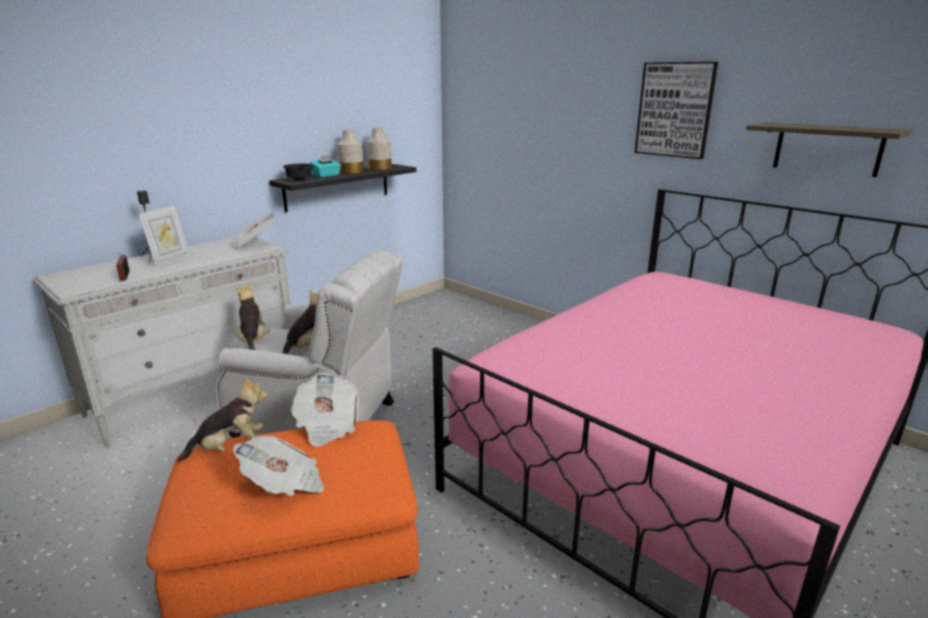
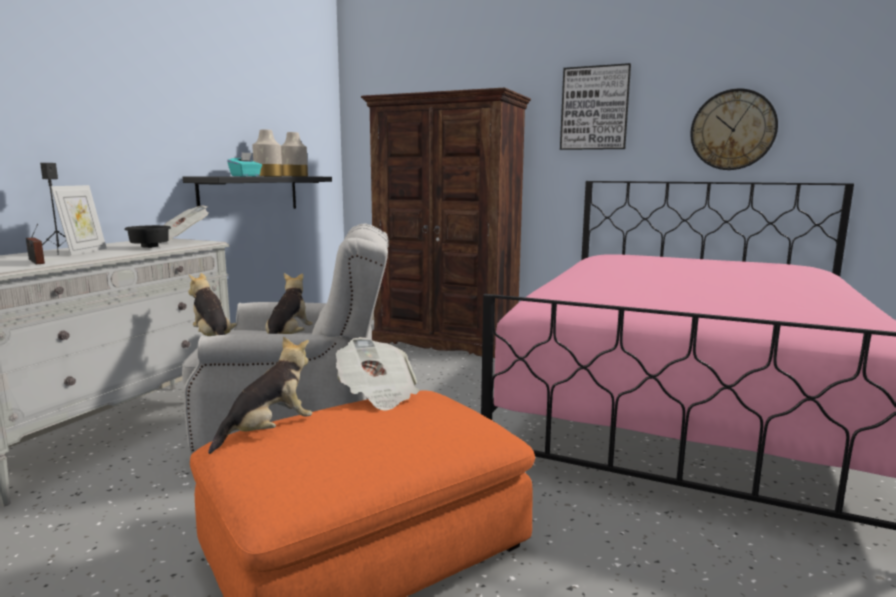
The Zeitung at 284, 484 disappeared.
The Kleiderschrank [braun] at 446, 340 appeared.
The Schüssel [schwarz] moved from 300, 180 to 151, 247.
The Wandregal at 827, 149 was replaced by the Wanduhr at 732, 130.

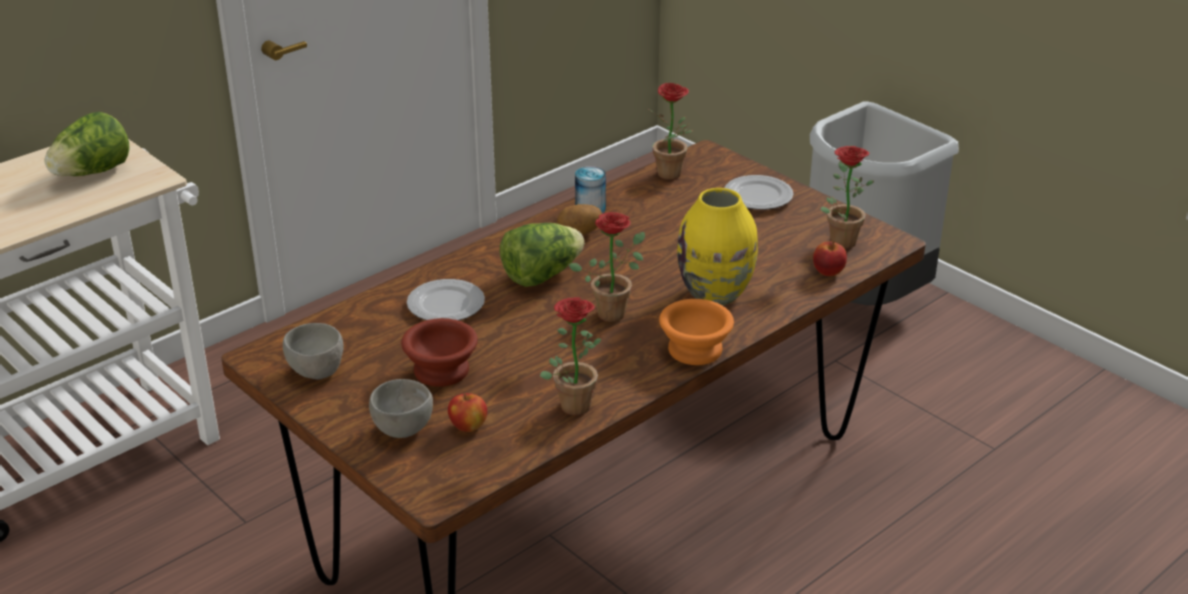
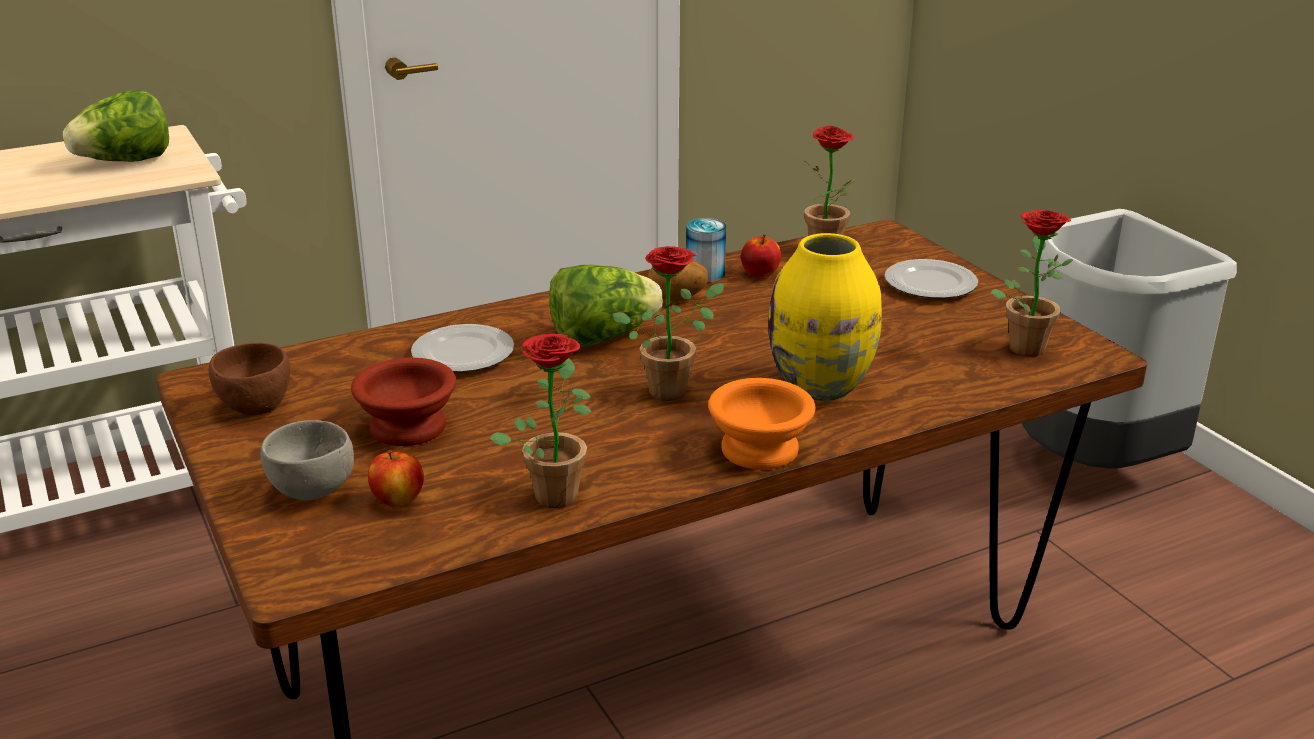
The Apfel moved from 828, 272 to 760, 274.
The Schüssel [grau] at 315, 371 became the Schüssel [braun] at 253, 406.

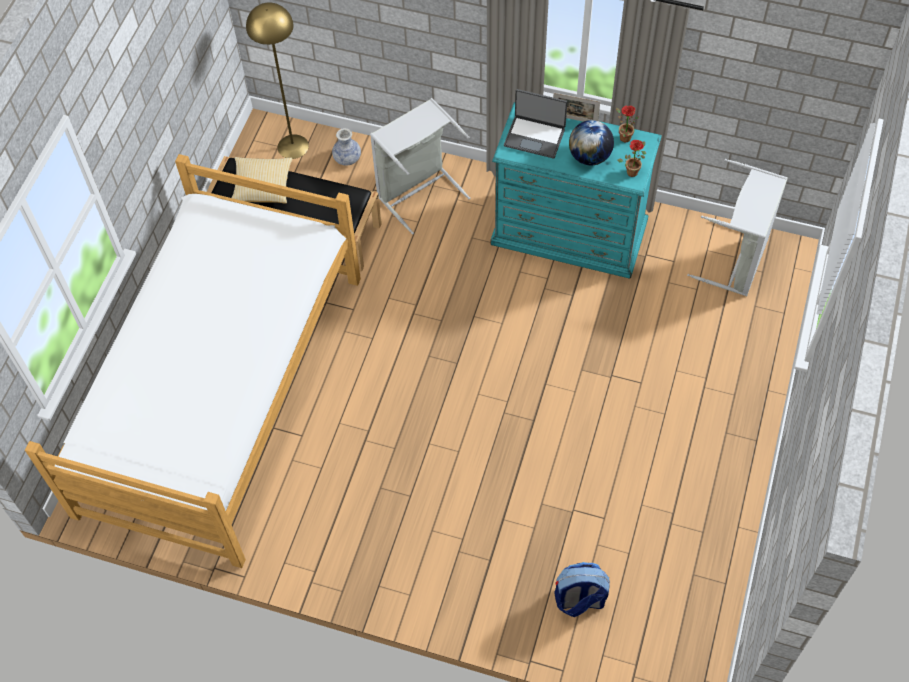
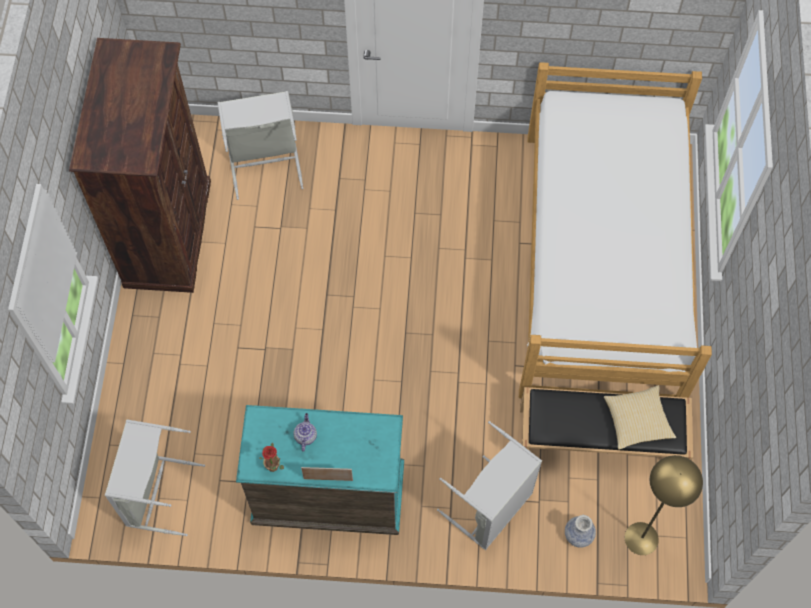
The Laptop at 535, 136 disappeared.
The Topfpflanze at 632, 170 disappeared.
The Kleiderschrank [braun] at 168, 233 appeared.
The Rucksack at 579, 600 was replaced by the Wäschekorb [grau] at 265, 164.
The Globus at 589, 156 was replaced by the Teekanne at 305, 436.

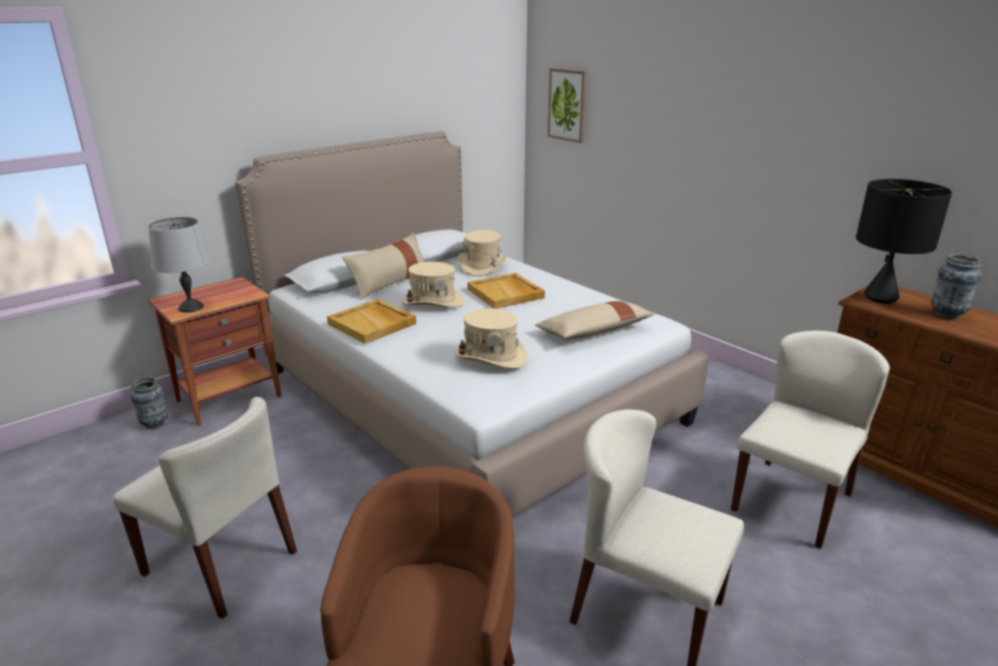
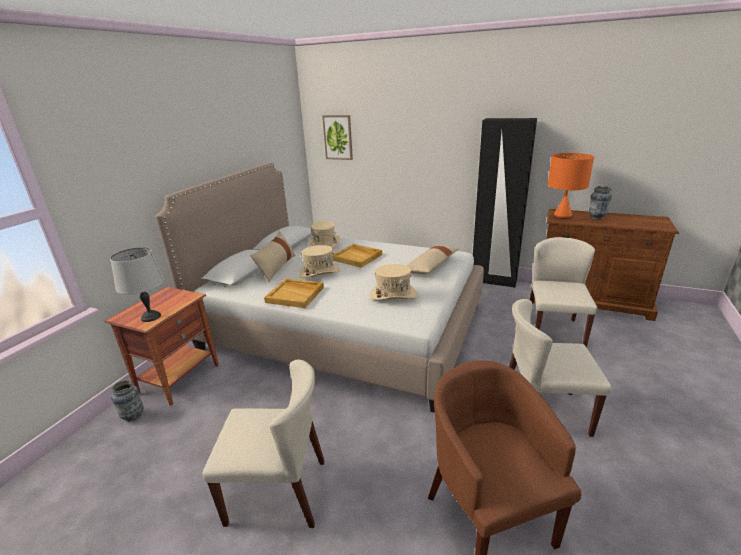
The Kleiderschrank [schwarz] at 493, 281 appeared.
The Tischlampe [schwarz] at 880, 298 became the Tischlampe [orange] at 562, 216.

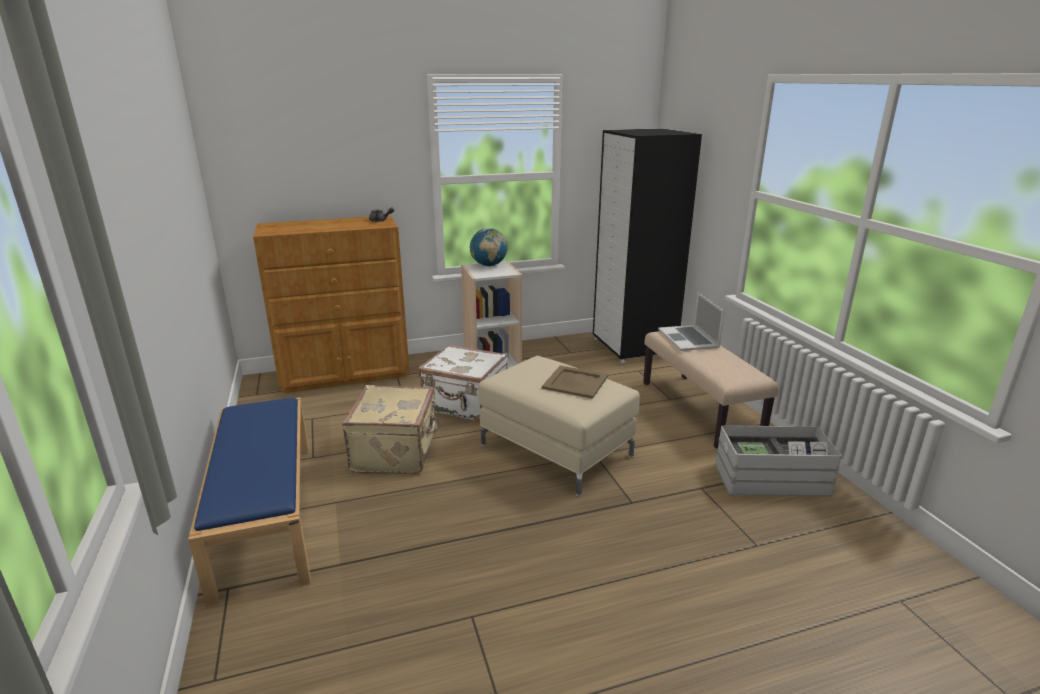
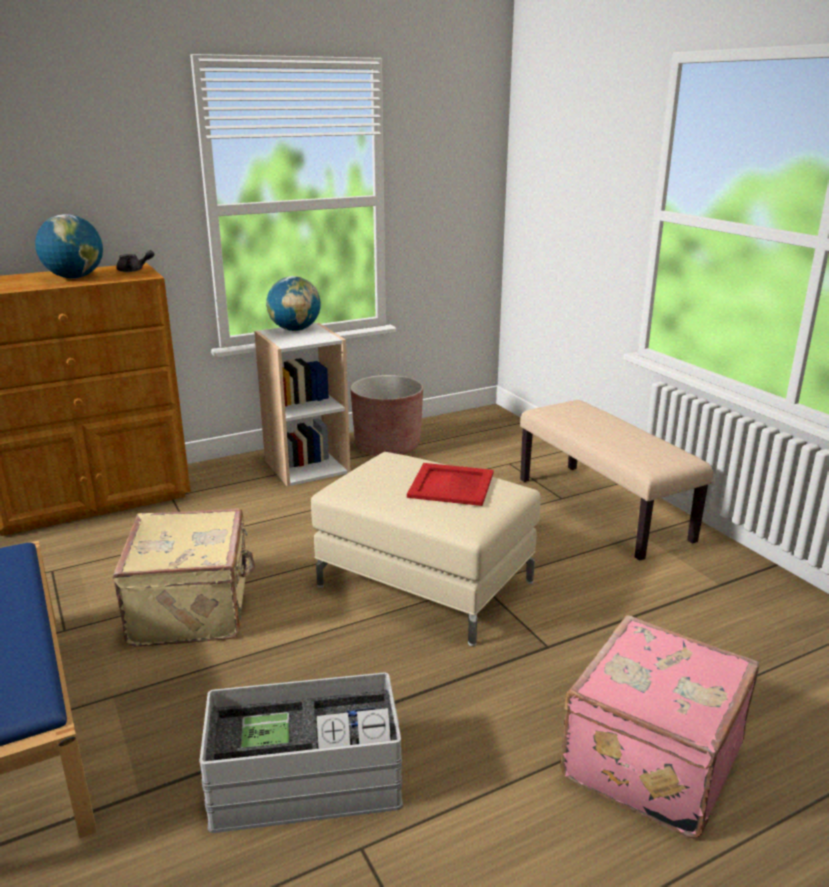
The Koffer [weiß] at 465, 405 disappeared.
The Kleiderschrank at 634, 348 disappeared.
The Laptop at 688, 338 disappeared.
The Globus at 74, 278 appeared.
The Pflanzkübel [braun] at 387, 446 appeared.
The Koffer [rosa] at 648, 760 appeared.
The Aufbewahrungsbox [grau] moved from 771, 478 to 306, 778.
The Tablett [beige] at 576, 382 became the Tablett [rot] at 452, 484.

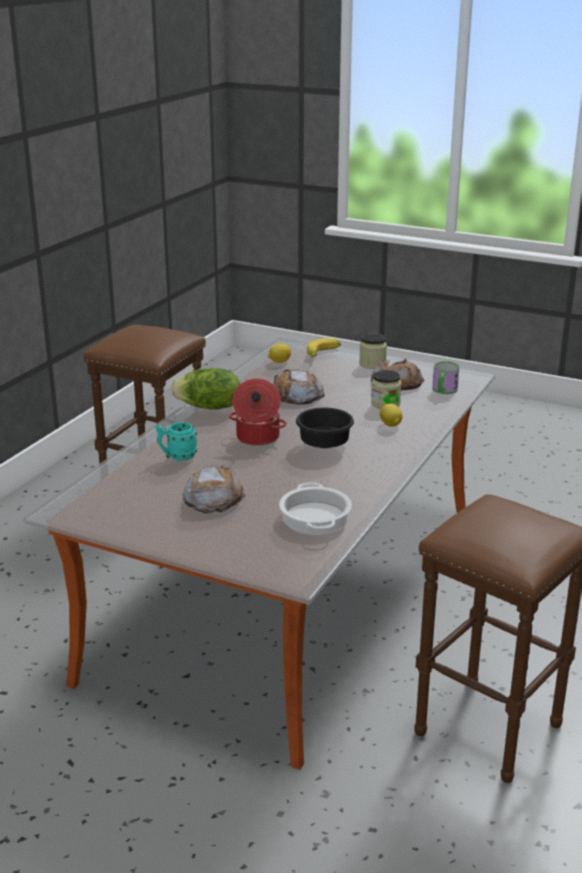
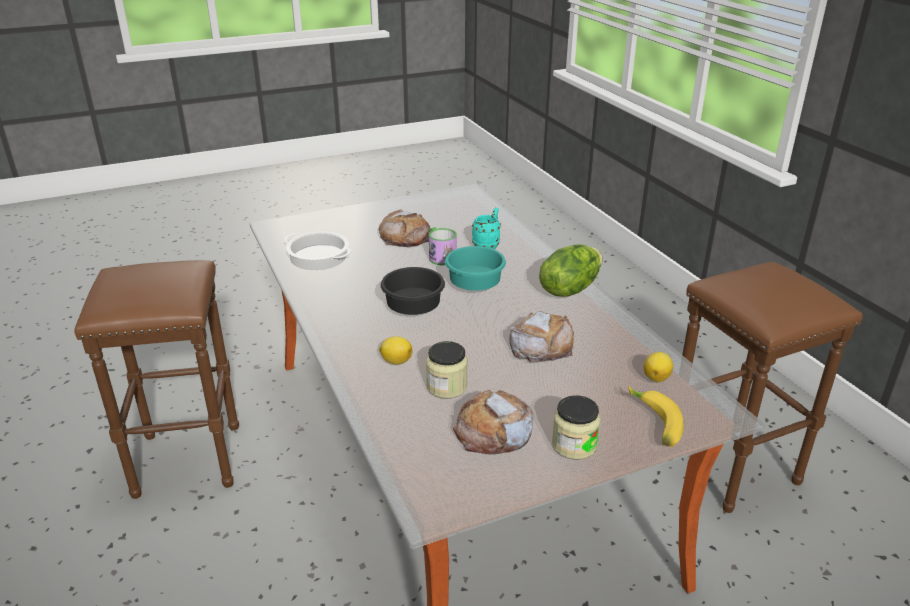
The Henkelbecher moved from 443, 391 to 440, 256.
The Kochtopf at 257, 438 was replaced by the Schüssel [türkis] at 472, 285.

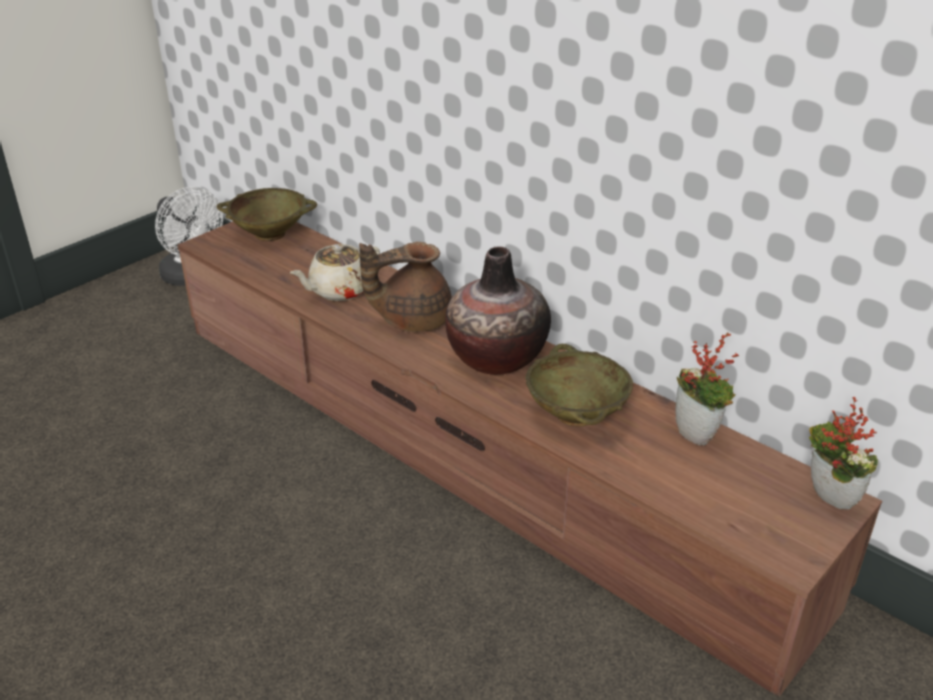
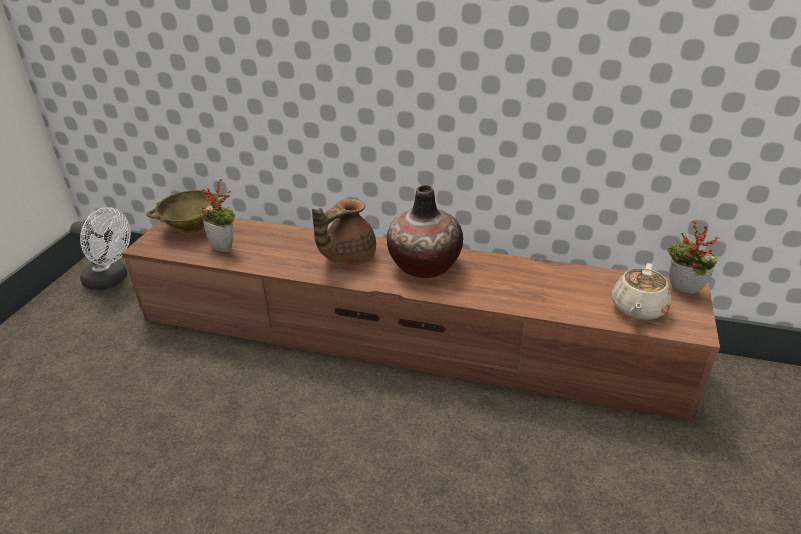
The Schüssel [beige] at 576, 414 disappeared.
The Teekanne [beige] moved from 339, 290 to 638, 309.
The Topfpflanze moved from 698, 435 to 225, 247.

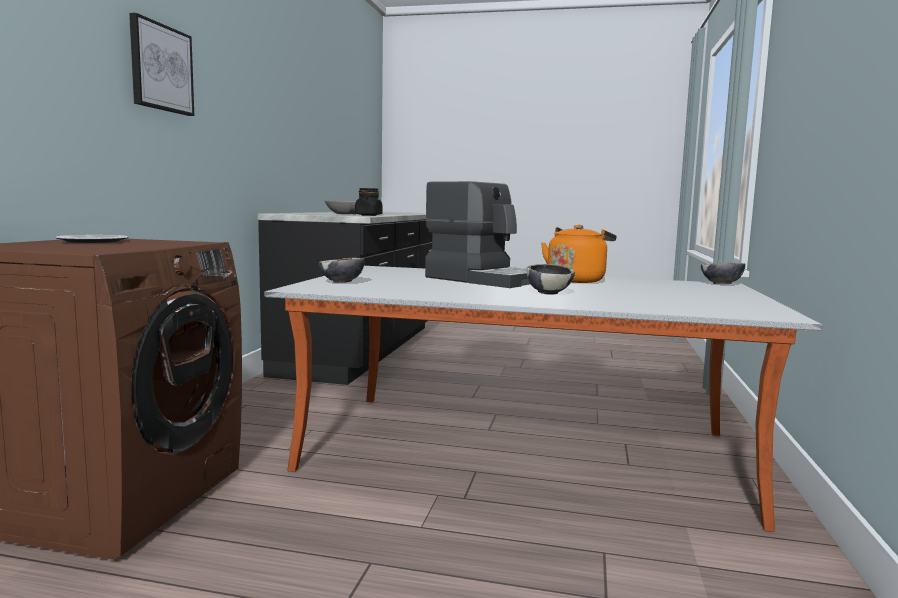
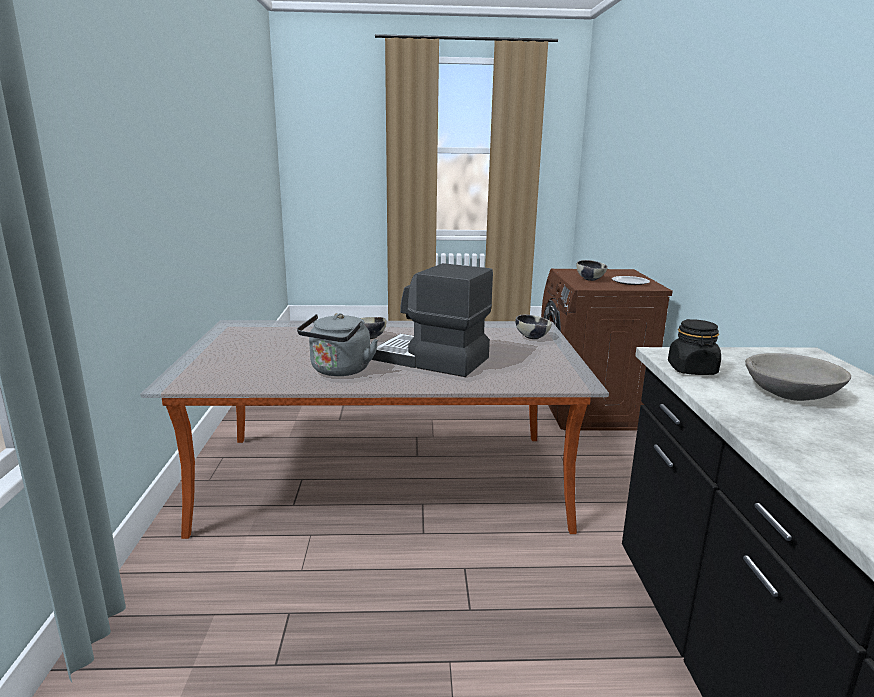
The Bild at 160, 68 disappeared.
The Schüssel moved from 721, 284 to 590, 279.
The Wasserkessel [orange] at 577, 280 became the Wasserkessel [grau] at 339, 371.

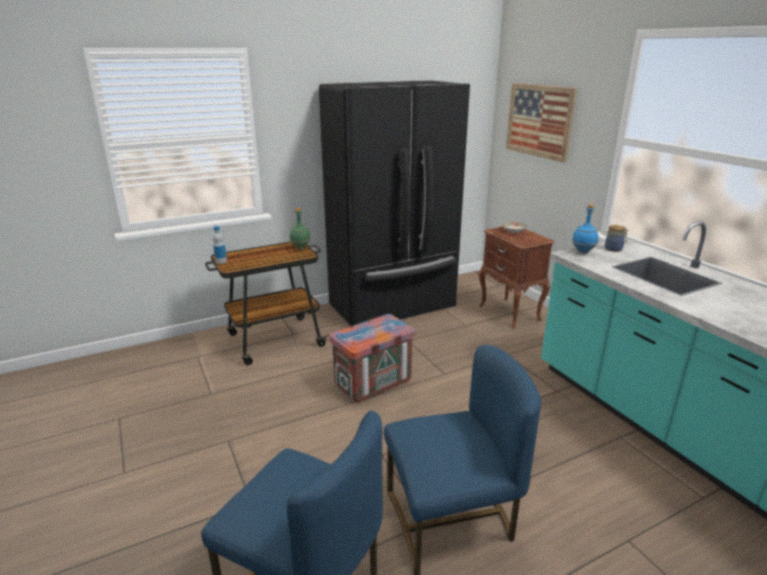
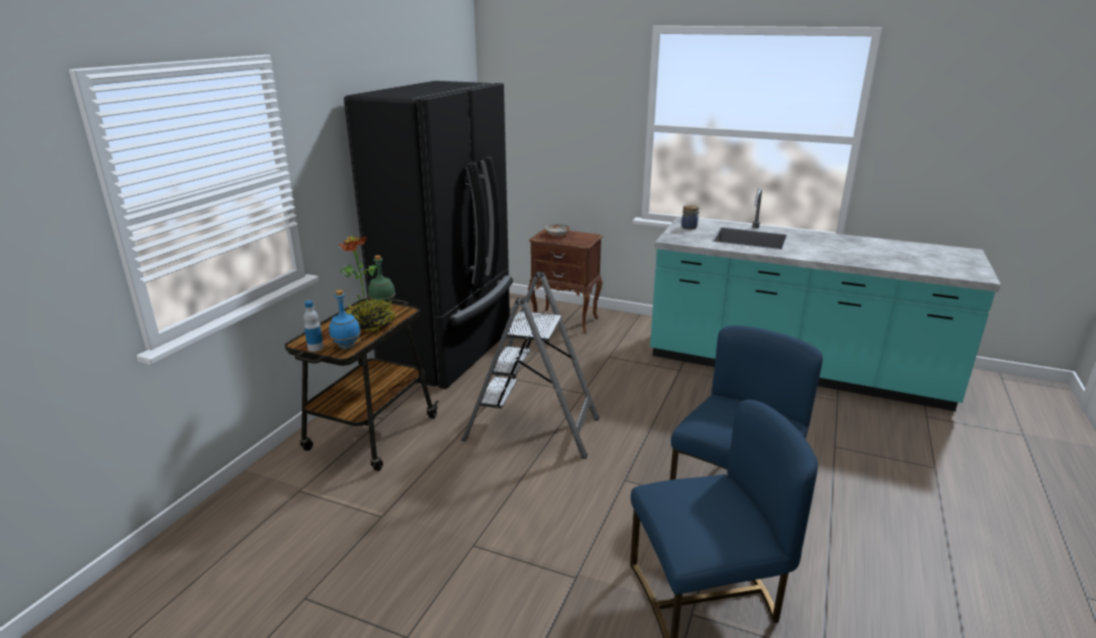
The Bild at 539, 121 disappeared.
The Topfpflanze at 371, 324 appeared.
The Flasche [blau] moved from 583, 251 to 347, 346.
The Kiste at 372, 383 was replaced by the Trittleiter [grau] at 533, 428.

